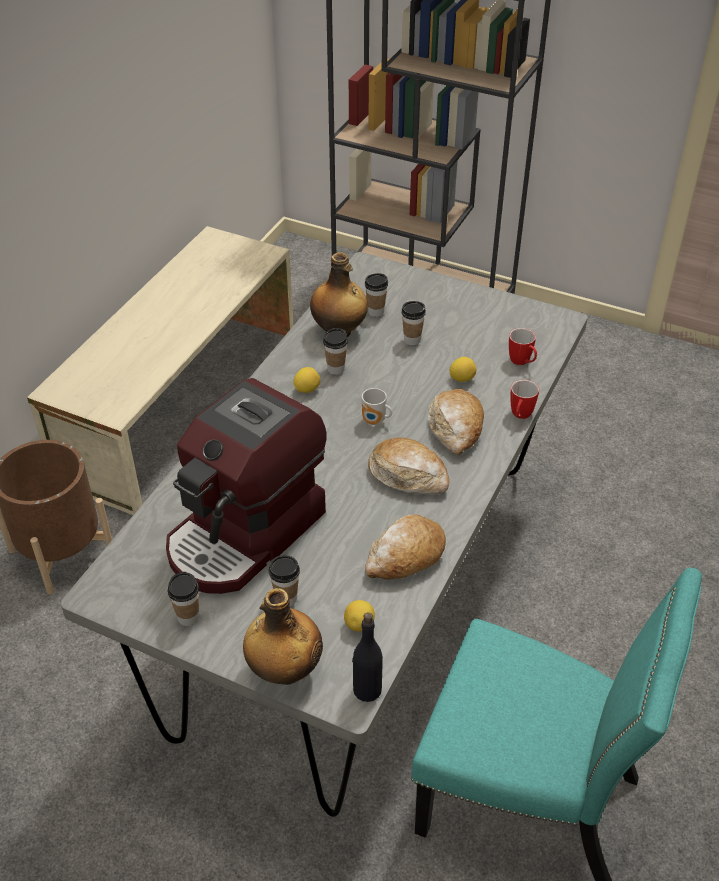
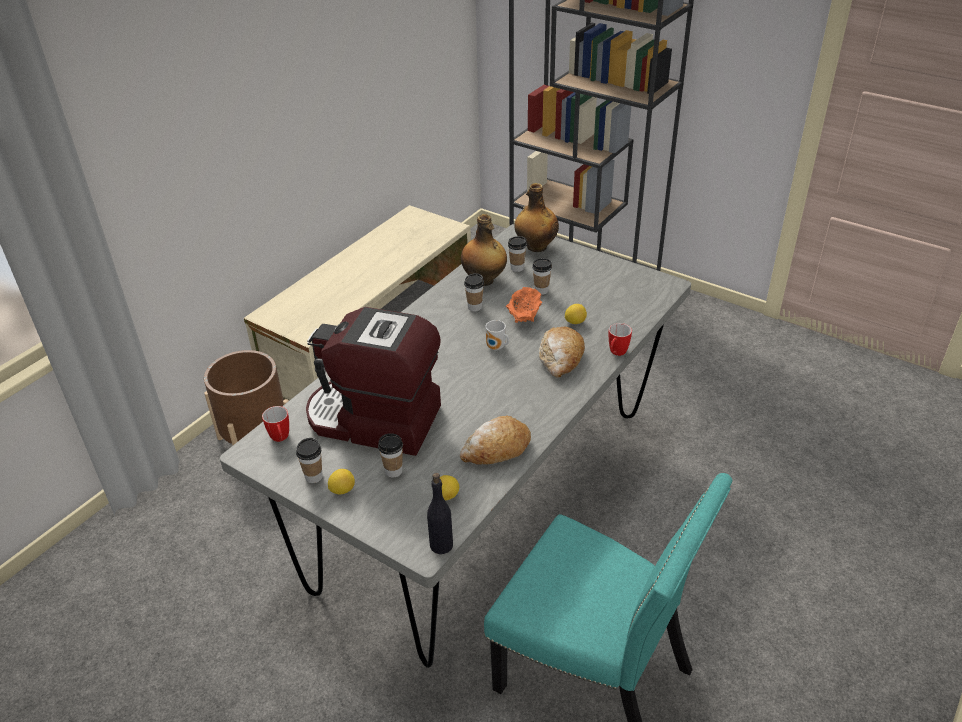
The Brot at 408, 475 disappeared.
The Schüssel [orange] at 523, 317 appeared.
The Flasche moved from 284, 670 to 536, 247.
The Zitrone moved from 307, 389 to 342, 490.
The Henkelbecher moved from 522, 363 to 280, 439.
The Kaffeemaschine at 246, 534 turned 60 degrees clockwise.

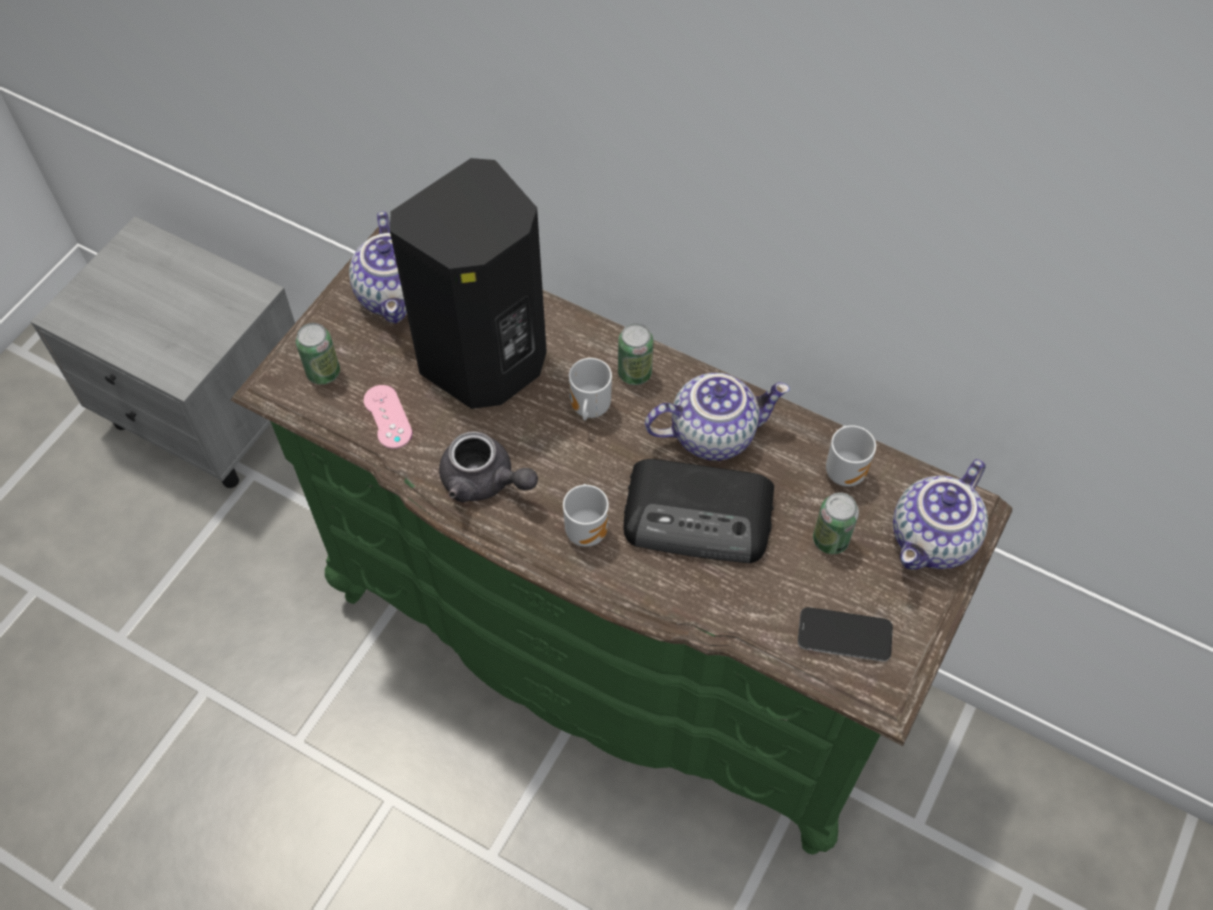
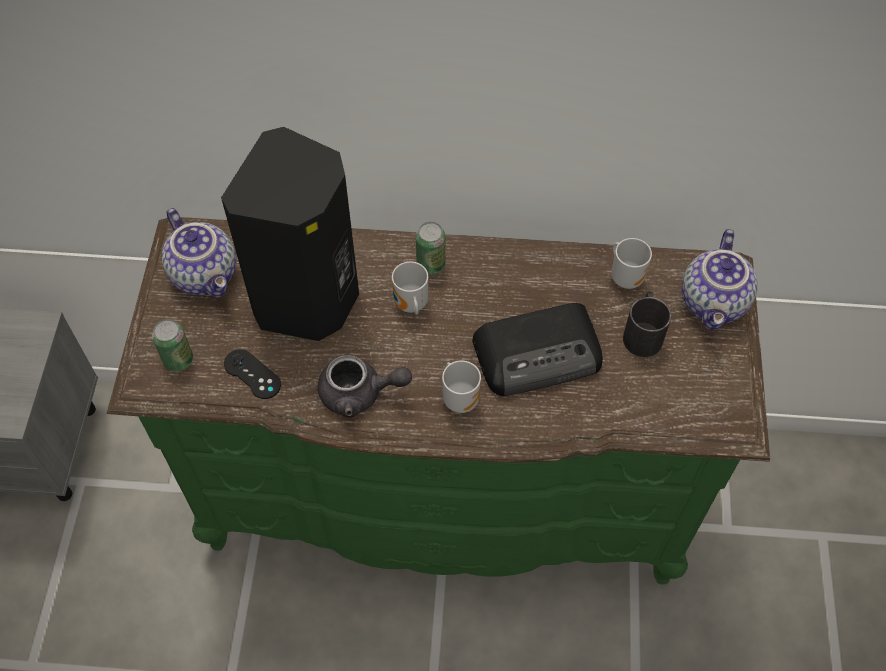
The Teekanne at 713, 432 disappeared.
The Handy at 844, 635 disappeared.
The Dose at 830, 540 was replaced by the Henkelbecher [schwarz] at 643, 332.
The Gamepad [rosa] at 387, 417 became the Gamepad [schwarz] at 252, 374.

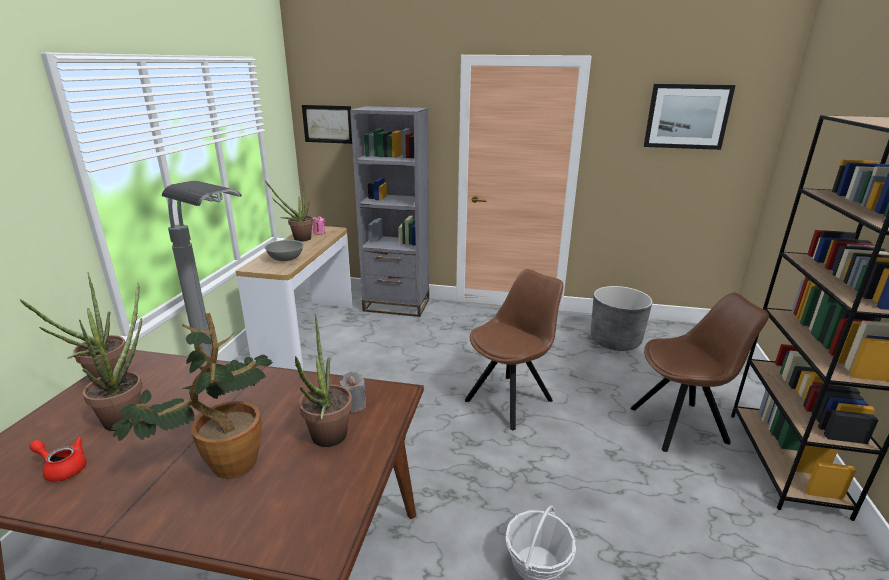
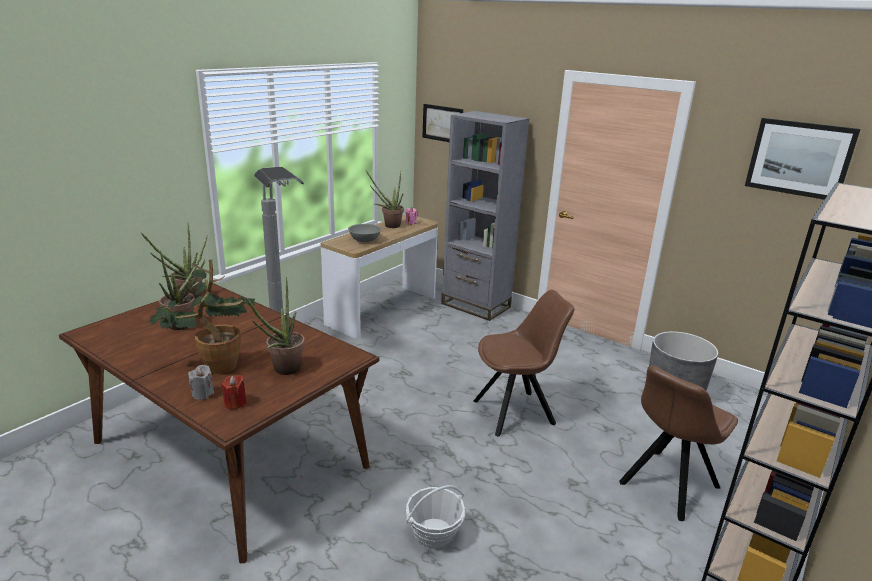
The Teekanne [rot] at 63, 468 disappeared.
The Kerze [rot] at 235, 403 appeared.
The Kerze [grau] moved from 354, 405 to 203, 394.
The Stuhl [braun] at 679, 425 turned 120 degrees clockwise.

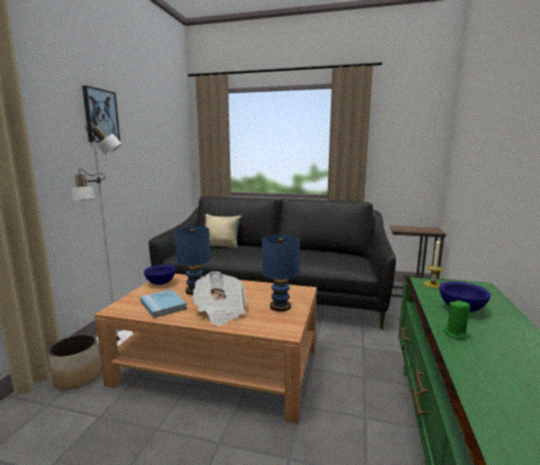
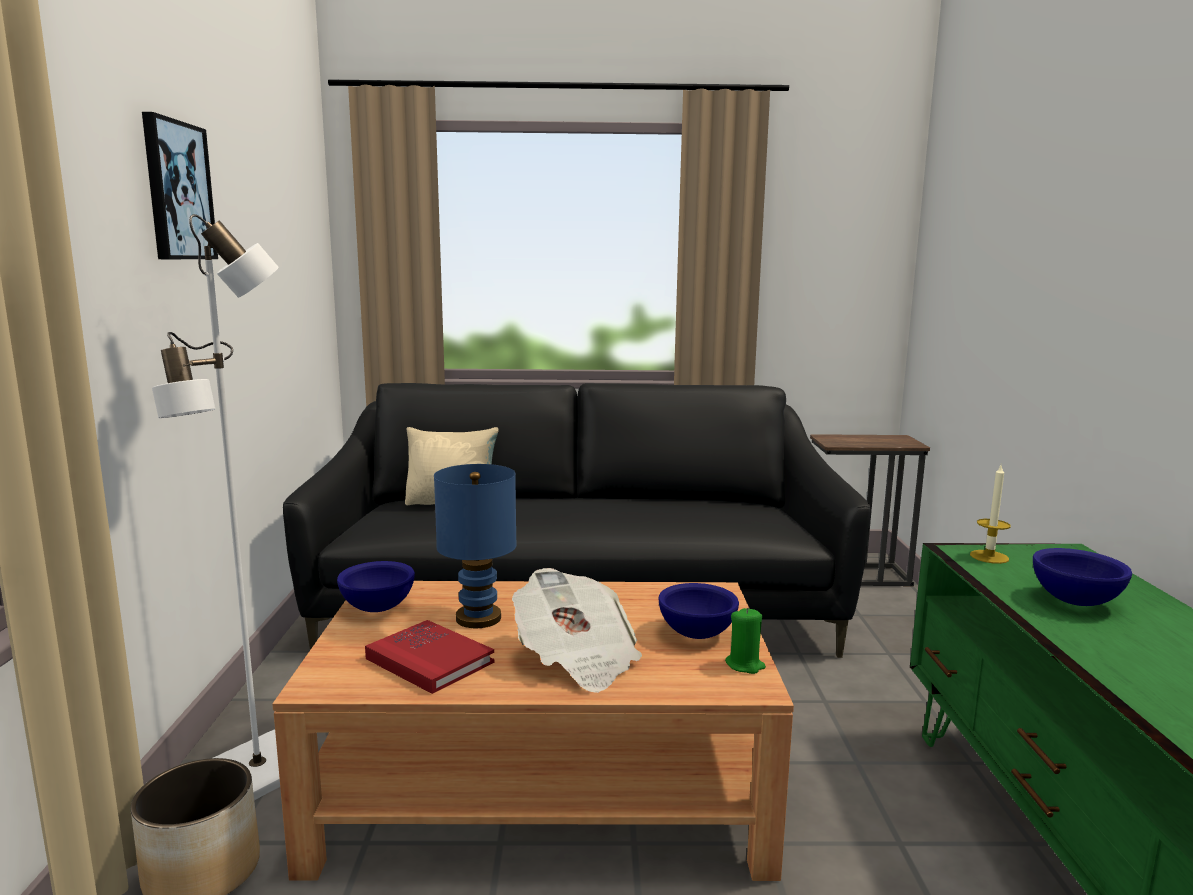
The Kerze [grün] moved from 456, 334 to 745, 665.
The Tischlampe [blau] at 279, 306 was replaced by the Schüssel [blau] at 695, 634.
The Buch [blau] at 163, 305 became the Buch [rot] at 429, 660.

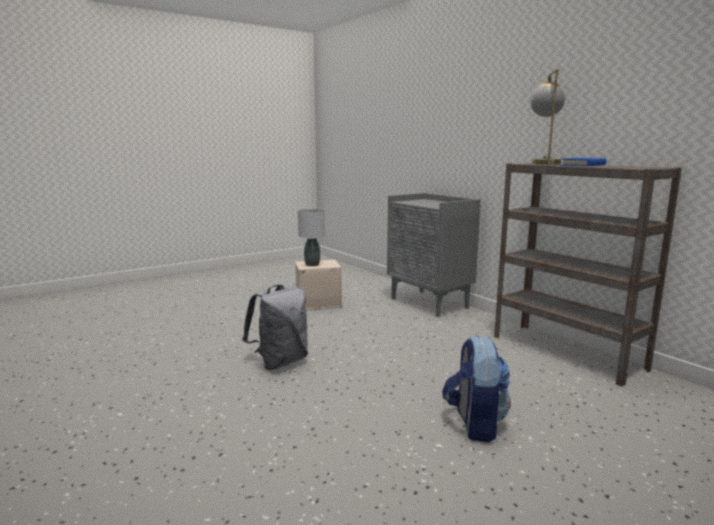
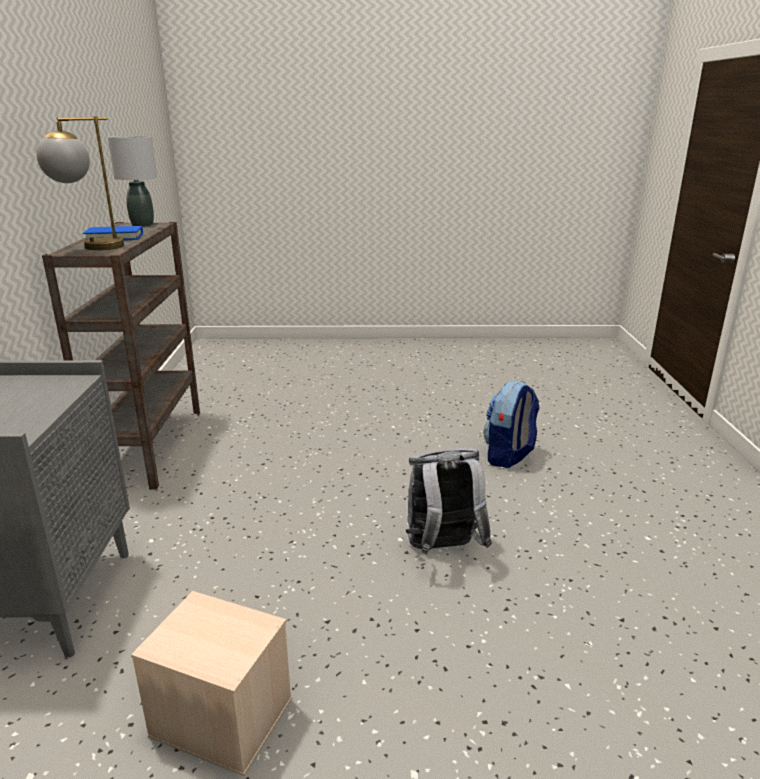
The Tischlampe [grau] moved from 312, 264 to 142, 225.
The Rucksack moved from 474, 424 to 509, 456.

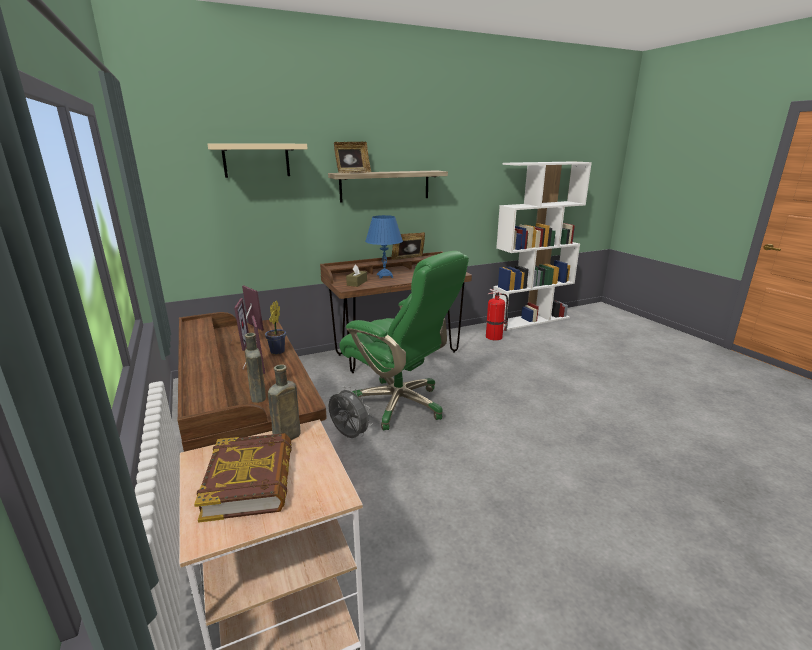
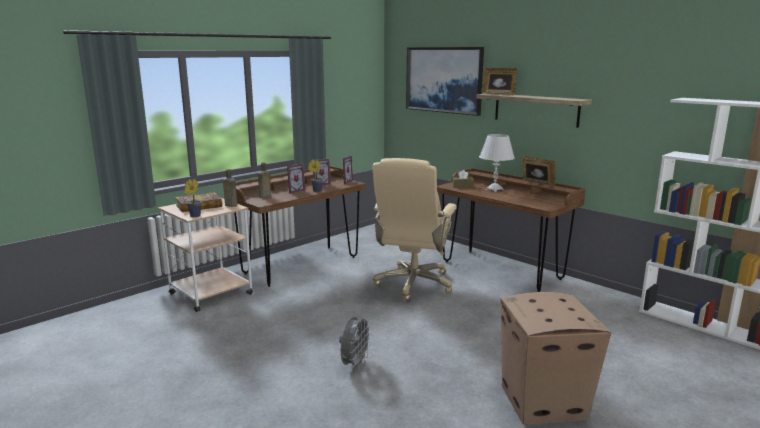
The Feuerlöscher at 495, 337 disappeared.
The Topfpflanze at 194, 216 appeared.
The Karton at 543, 402 appeared.
The Ventilator [grau] moved from 348, 436 to 355, 365.
The Wandregal [beige] at 256, 160 was replaced by the Bild at 444, 79.
The Bürostuhl [grün] at 400, 406 became the Bürostuhl [beige] at 412, 286.
The Tischlampe [blau] at 384, 276 became the Tischlampe [weiß] at 494, 190.

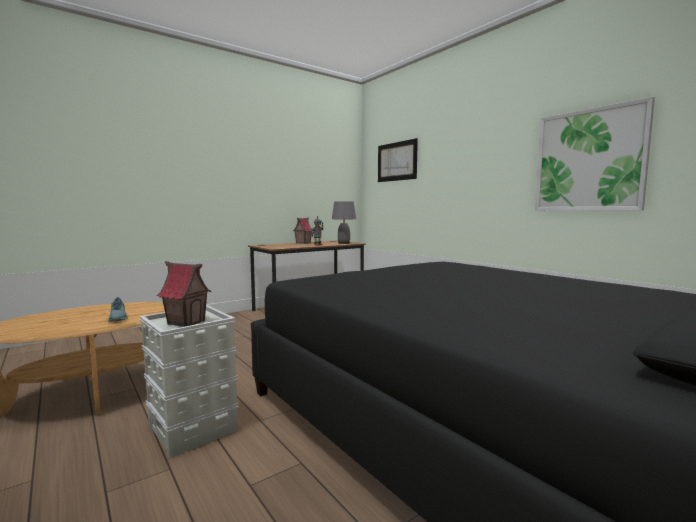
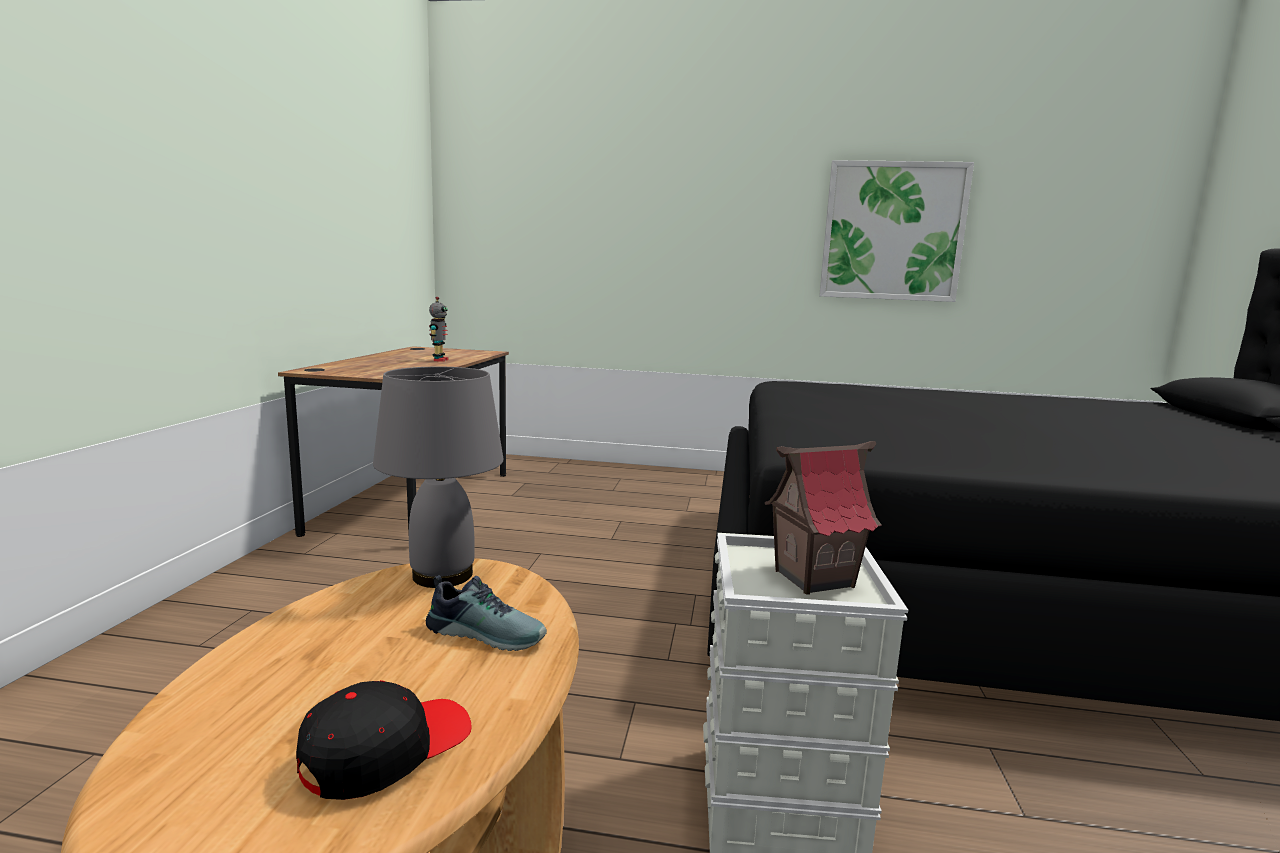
The Spielzeughaus at 303, 243 disappeared.
The Bild at 396, 161 disappeared.
The Kappe [schwarz] at 386, 750 appeared.
The Tischlampe [grau] moved from 344, 243 to 444, 575.

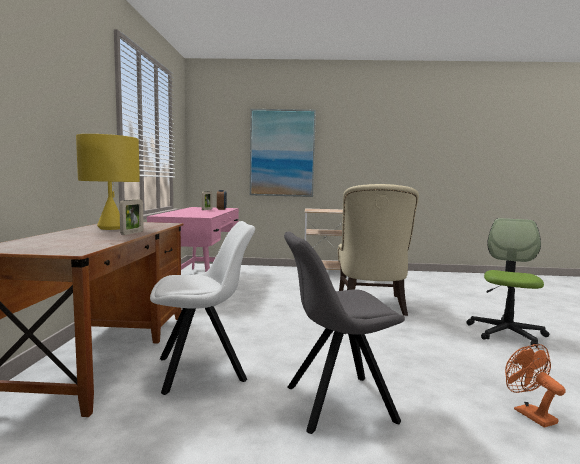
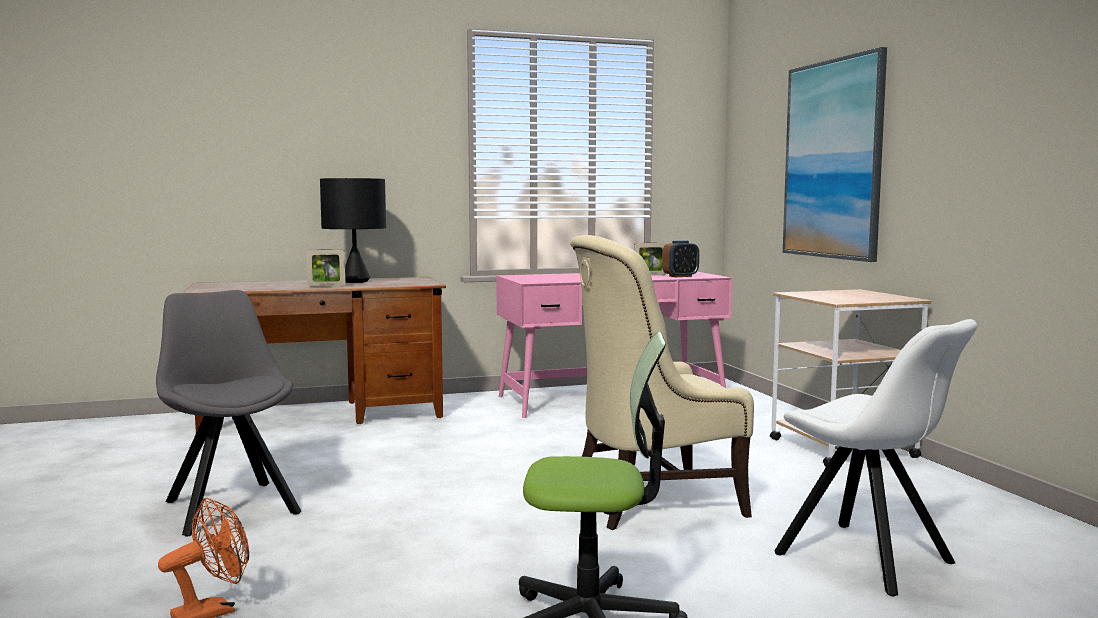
The Stuhl [weiß] moved from 202, 370 to 865, 558.
The Tischlampe [gelb] at 111, 228 became the Tischlampe [schwarz] at 355, 281.

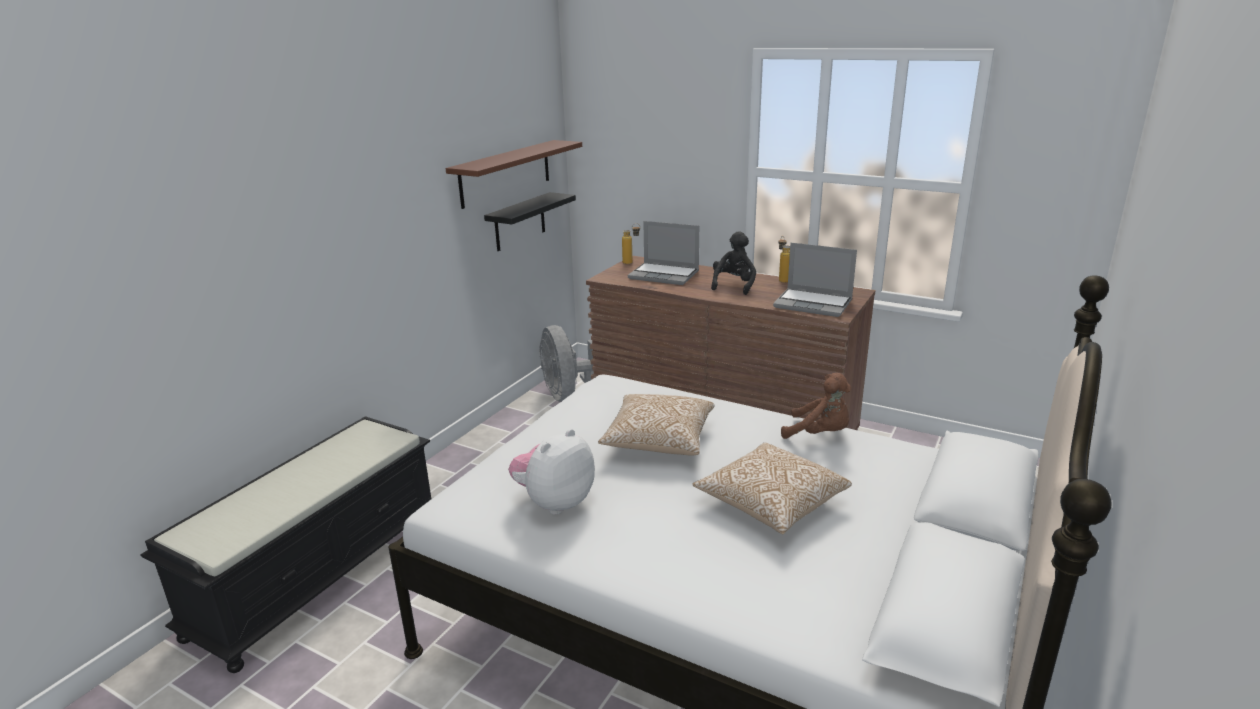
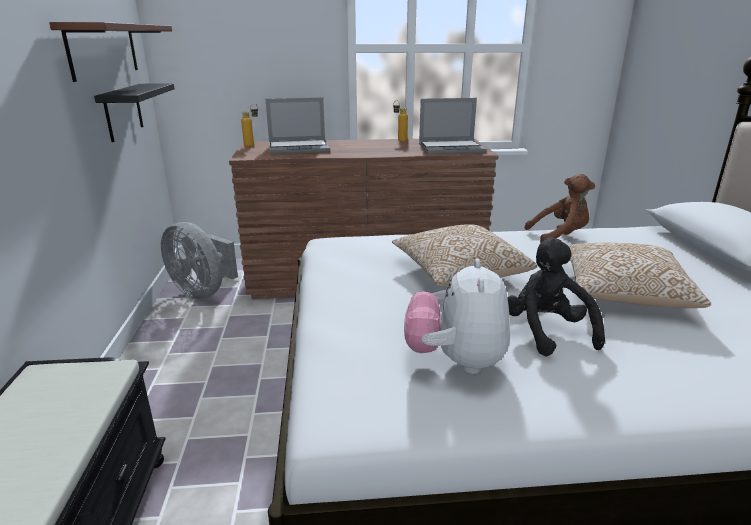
The Plüschtier [schwarz] moved from 733, 285 to 546, 331.

